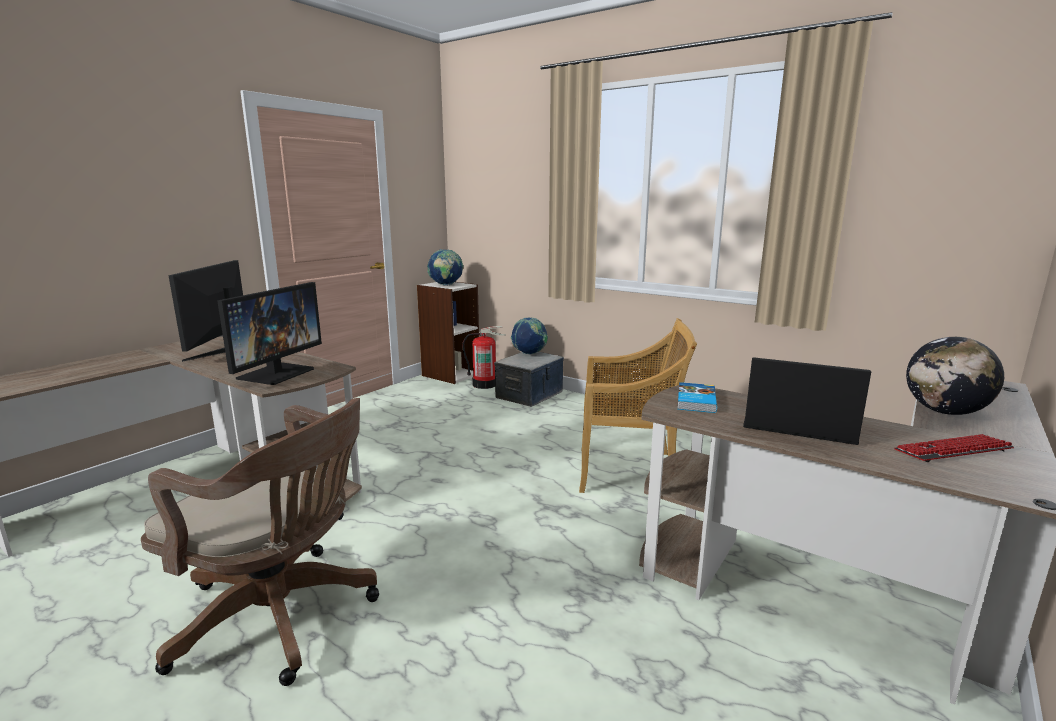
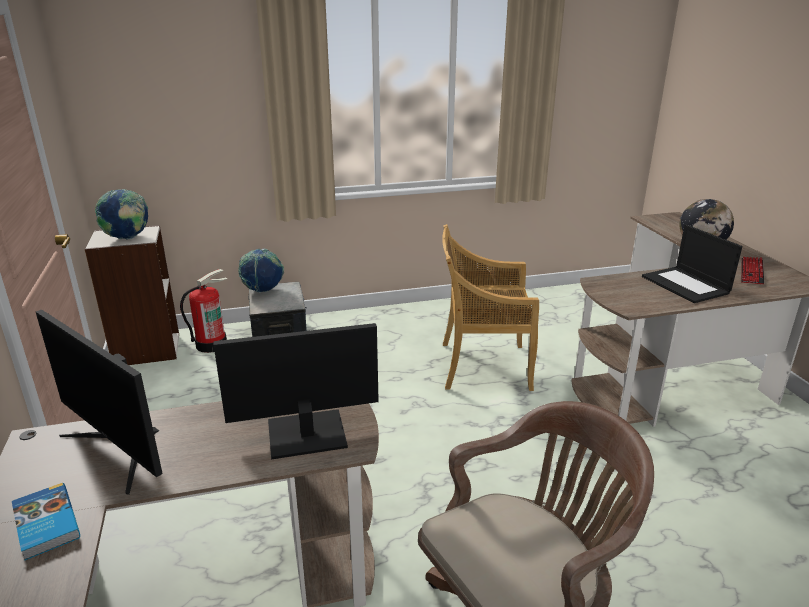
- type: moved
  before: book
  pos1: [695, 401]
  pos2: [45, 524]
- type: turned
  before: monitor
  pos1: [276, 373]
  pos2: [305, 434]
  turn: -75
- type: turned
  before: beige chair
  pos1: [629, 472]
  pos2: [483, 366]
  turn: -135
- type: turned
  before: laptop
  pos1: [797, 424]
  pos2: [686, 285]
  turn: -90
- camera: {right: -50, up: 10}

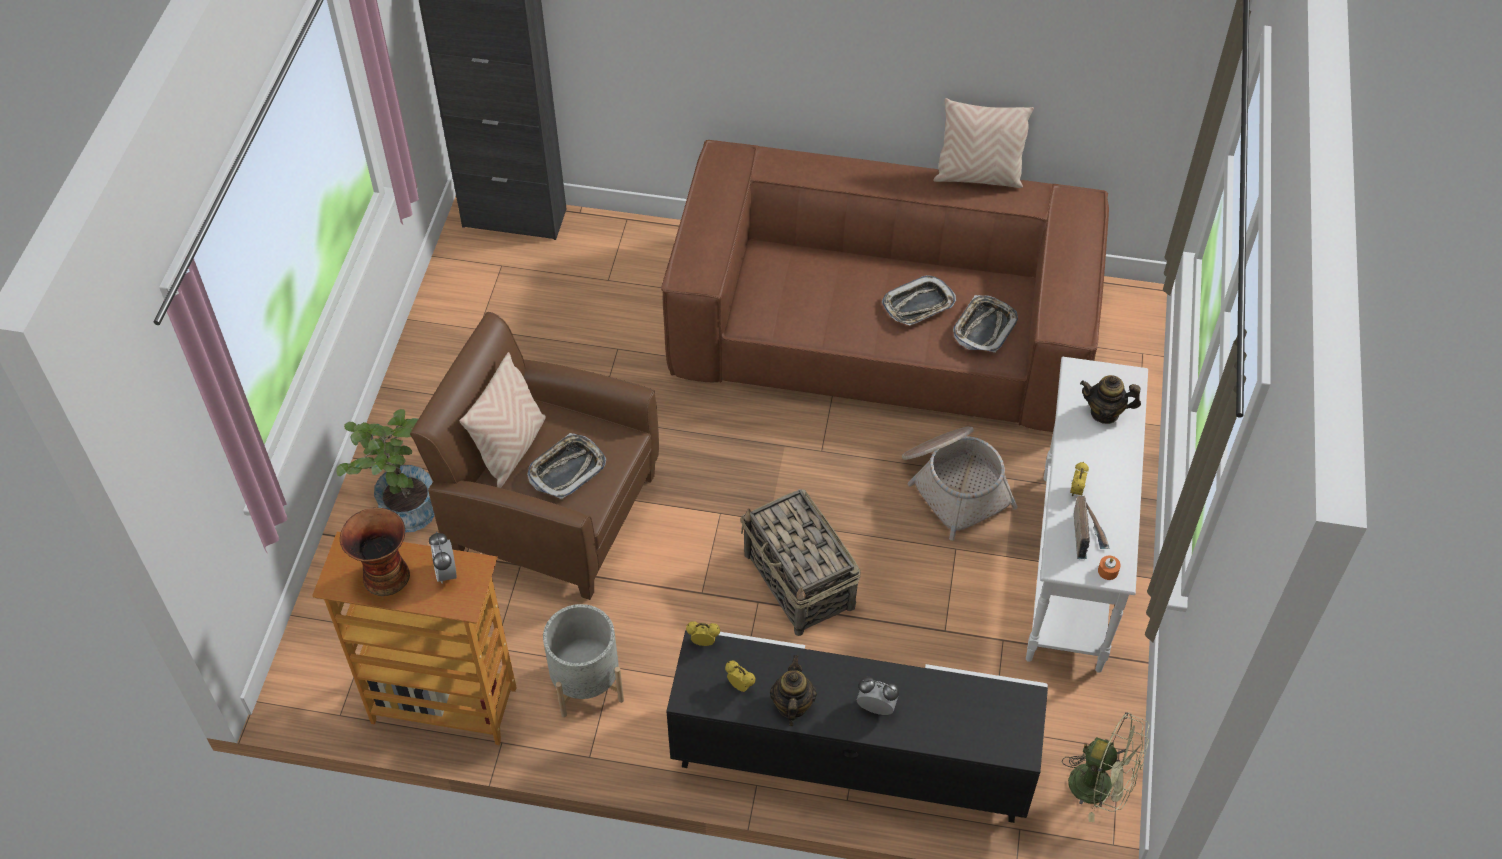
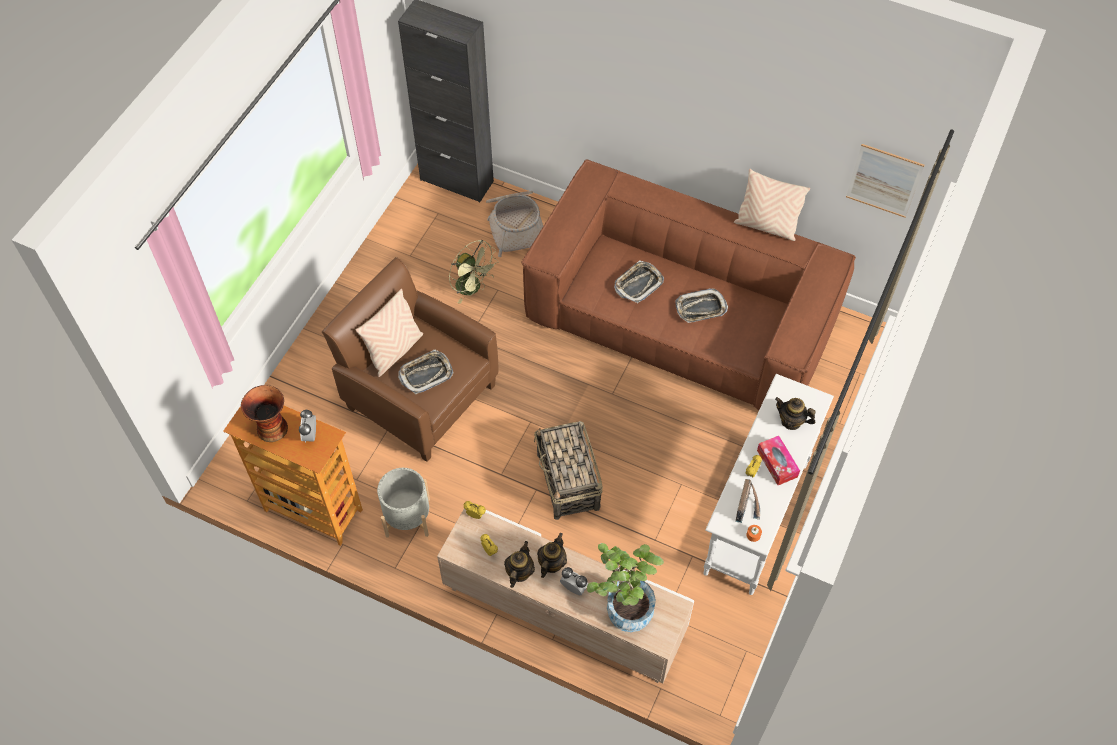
- type: added
  after: teapot
  pos2: [551, 563]
- type: added
  after: tissue box
  pos2: [777, 463]
- type: added
  after: picture
  pos2: [884, 181]
- type: moved
  before: potted plant
  pos1: [401, 507]
  pos2: [623, 607]
- type: moved
  before: basket
  pos1: [954, 485]
  pos2: [515, 226]
- type: moved
  before: tray
  pos1: [984, 327]
  pos2: [638, 284]
- type: moved
  before: green fan
  pos1: [1100, 787]
  pos2: [473, 288]
- type: recoloured
  before: black tv stand
  after: beige tv stand
  pos1: [852, 758]
  pos2: [564, 612]
- camera: {right: 15, up: 5}

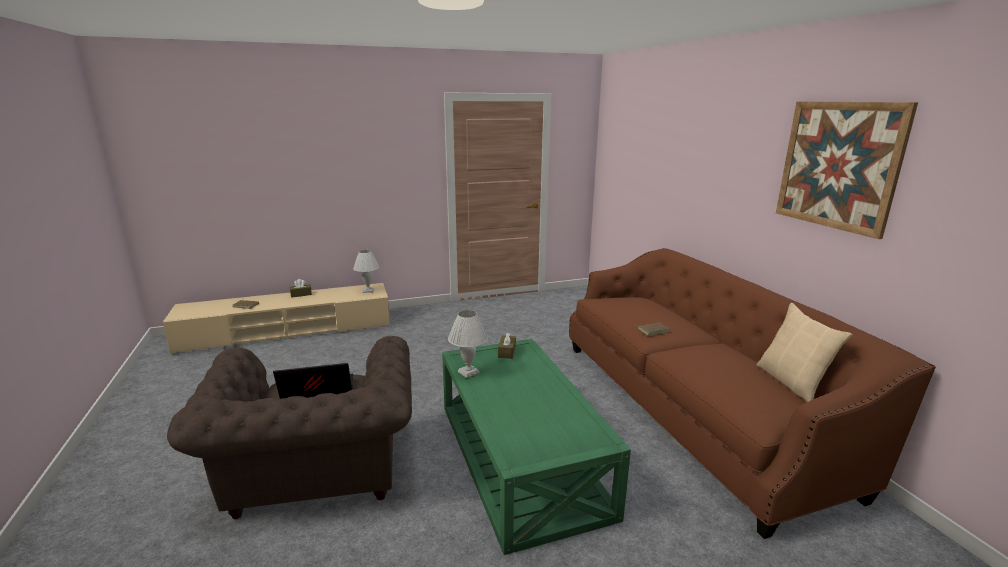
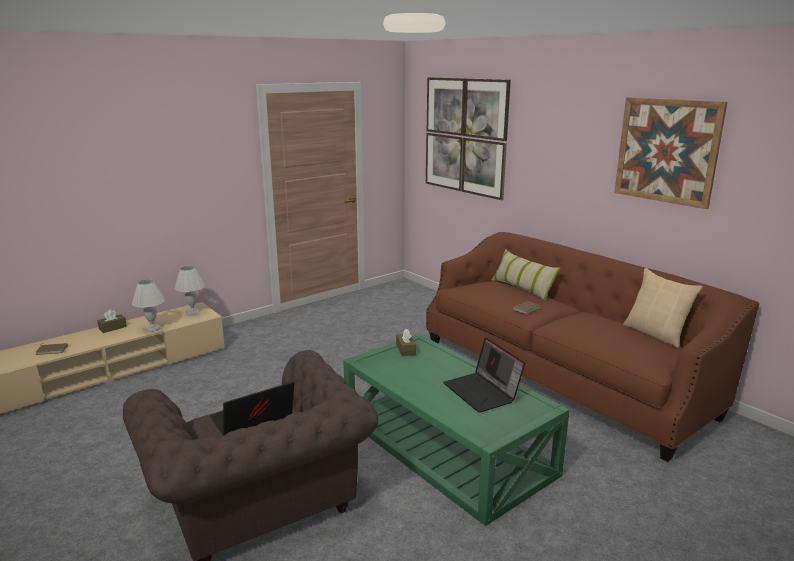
- type: added
  after: picture
  pos2: [465, 136]
- type: added
  after: laptop
  pos2: [483, 392]
- type: added
  after: pillow
  pos2: [522, 289]
- type: moved
  before: white table lamp
  pos1: [468, 372]
  pos2: [153, 329]
- camera: {right: -20, up: 0}

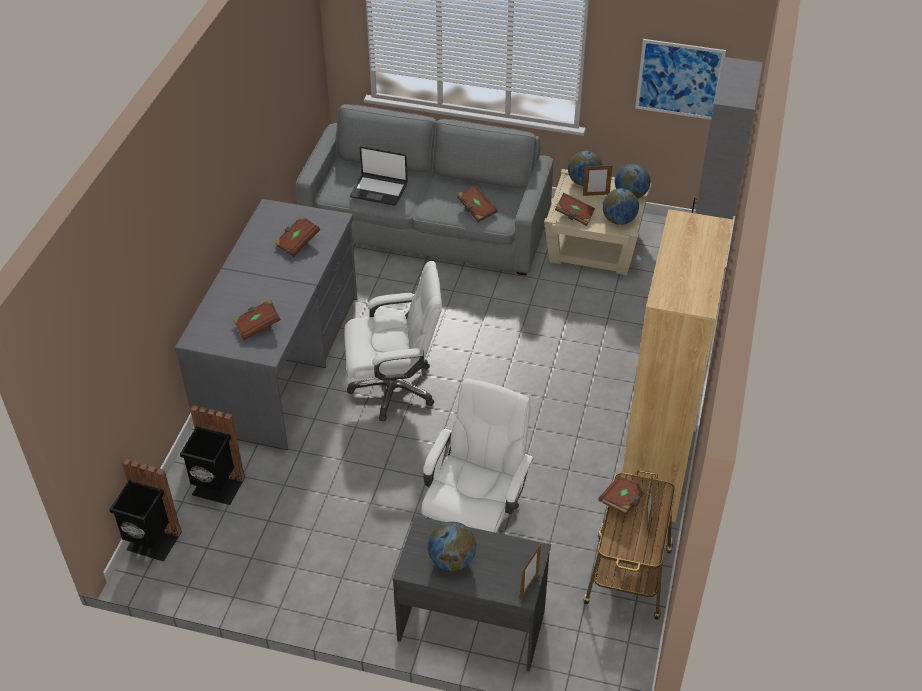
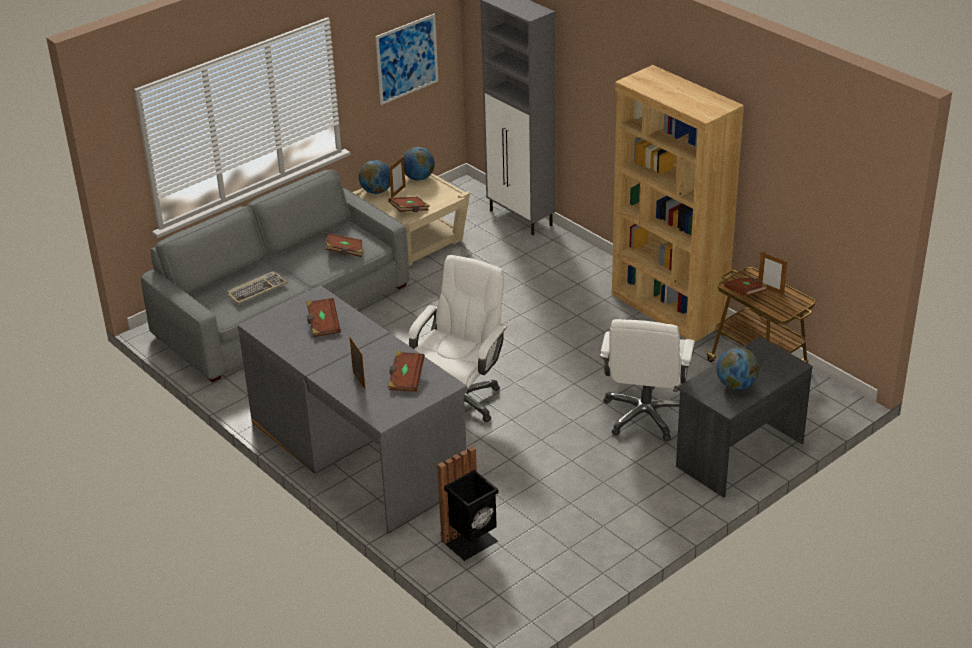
- type: removed
  before: black trash can
  pos1: [152, 543]
- type: removed
  before: globe
  pos1: [619, 220]
- type: moved
  before: picture frame
  pos1: [529, 585]
  pos2: [359, 381]
- type: replaced
  before: laptop
  after: keyboard
  pos1: [379, 190]
  pos2: [257, 289]
- type: turned
  before: white office chair
  pos1: [475, 525]
  pos2: [645, 415]
  turn: -135
- camera: {right: -55, up: -10}

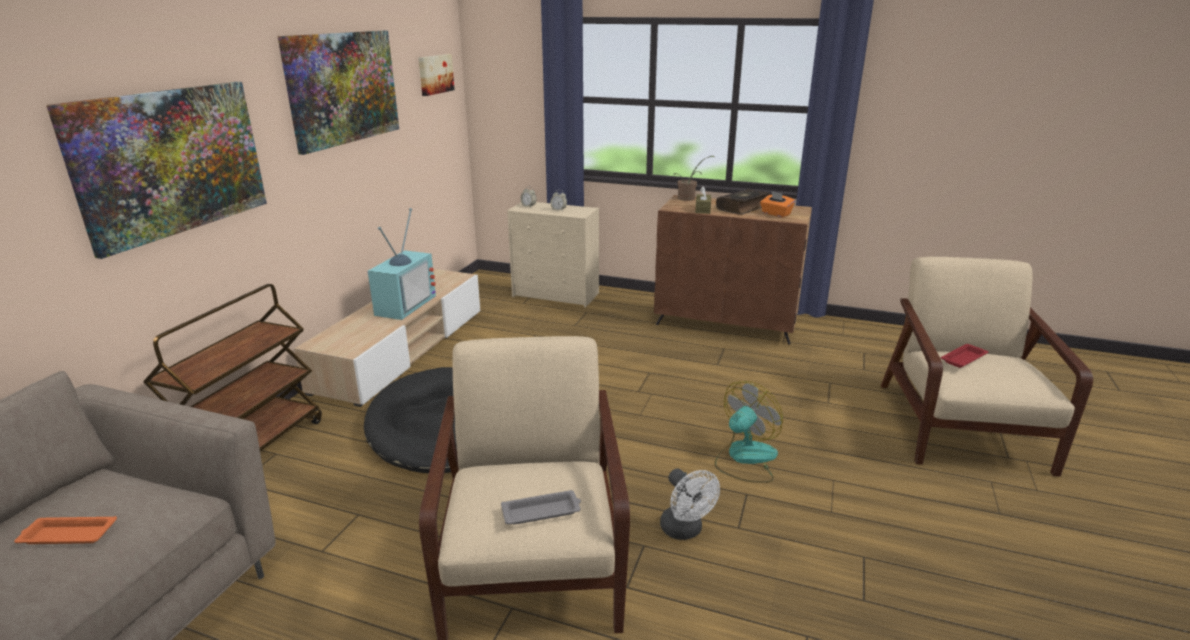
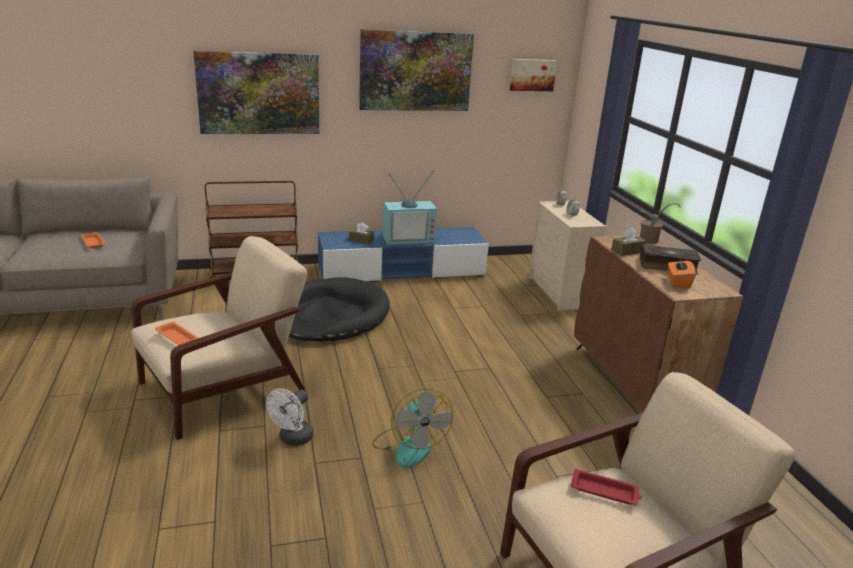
- type: added
  after: brown tissue box
  pos2: [361, 240]
- type: recoloured
  before: beige tv stand
  after: blue tv stand
  pos1: [402, 349]
  pos2: [401, 271]
- type: recoloured
  before: grey tray
  after: orange tray
  pos1: [542, 512]
  pos2: [177, 338]
- type: turned
  before: fan
  pos1: [745, 458]
  pos2: [409, 446]
  turn: 60
- camera: {right: 55, up: 0}

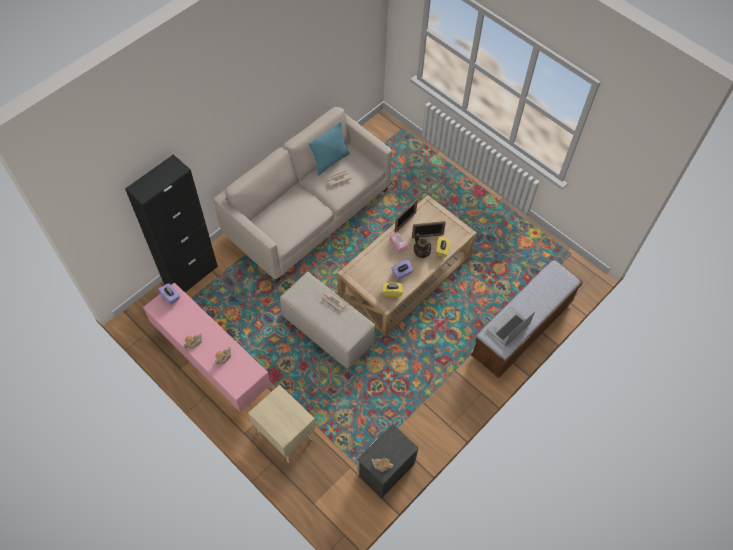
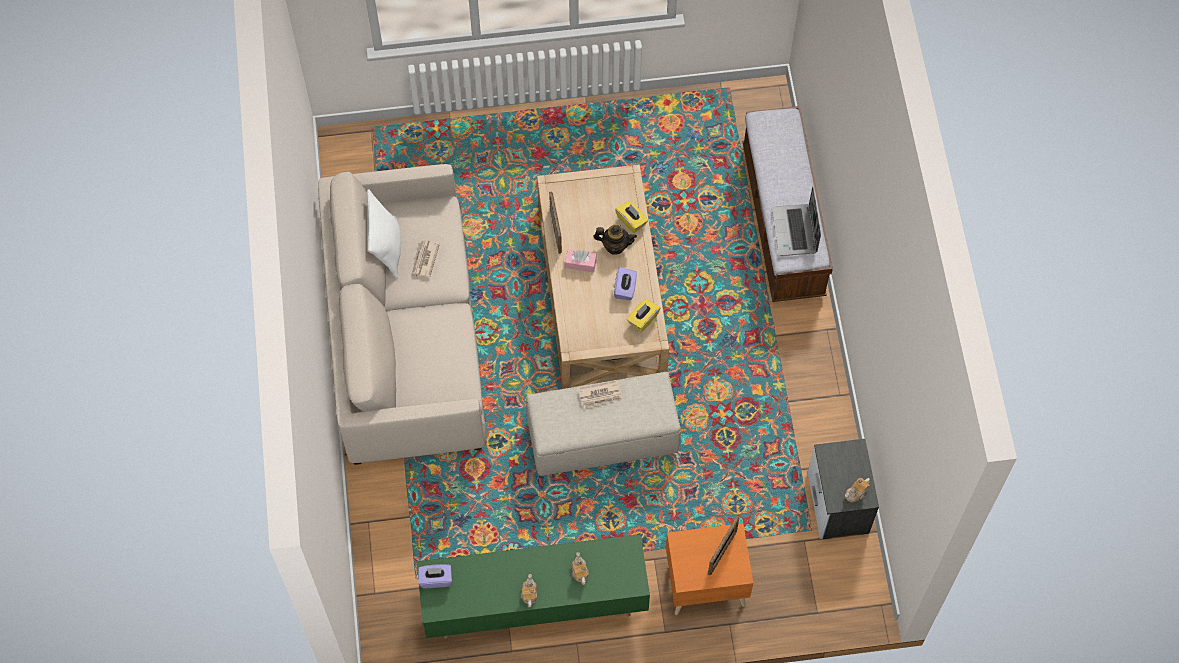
- type: removed
  before: black cabinet
  pos1: [191, 275]
- type: moved
  before: picture frame
  pos1: [427, 236]
  pos2: [722, 552]
- type: recoloured
  before: pink tv stand
  after: green tv stand
  pos1: [212, 361]
  pos2: [534, 605]
- type: recoloured
  before: beige nightstand
  after: orange nightstand
  pos1: [285, 434]
  pos2: [704, 584]
- type: recoloured
  before: turquoise pillow
  after: white pillow
  pos1: [330, 161]
  pos2: [387, 248]
- camera: {right: -50, up: 5}

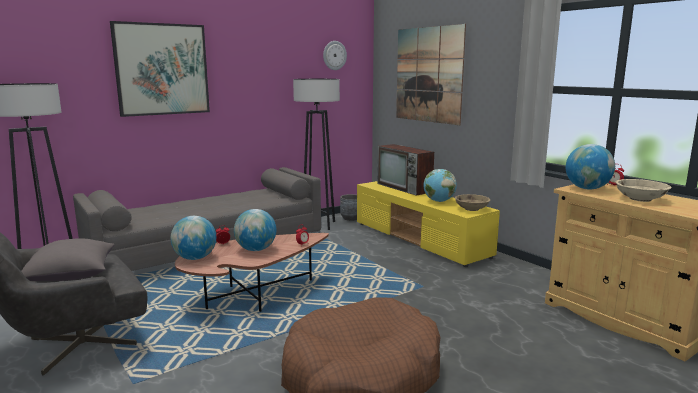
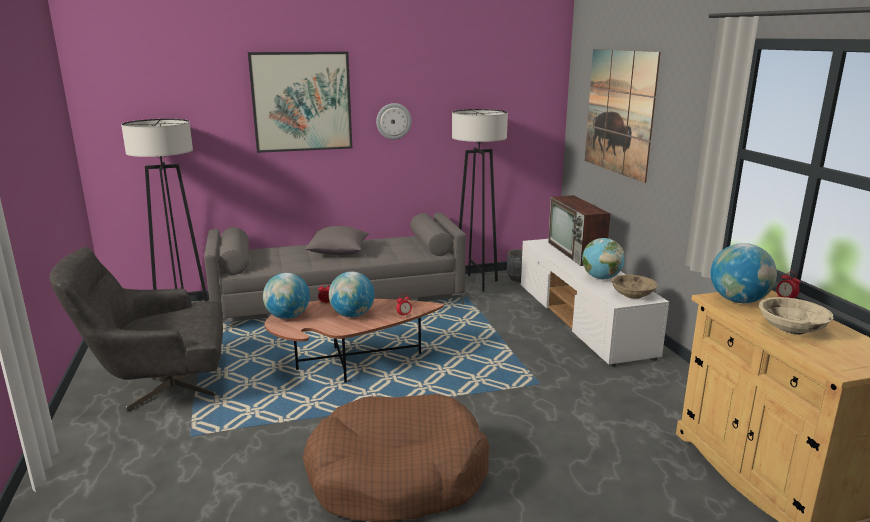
- type: moved
  before: grey pillow
  pos1: [70, 275]
  pos2: [338, 252]
- type: moved
  before: wall clock
  pos1: [334, 55]
  pos2: [393, 121]
- type: recoloured
  before: yellow tv stand
  after: white tv stand
  pos1: [420, 240]
  pos2: [583, 320]
- camera: {right: 20, up: 5}

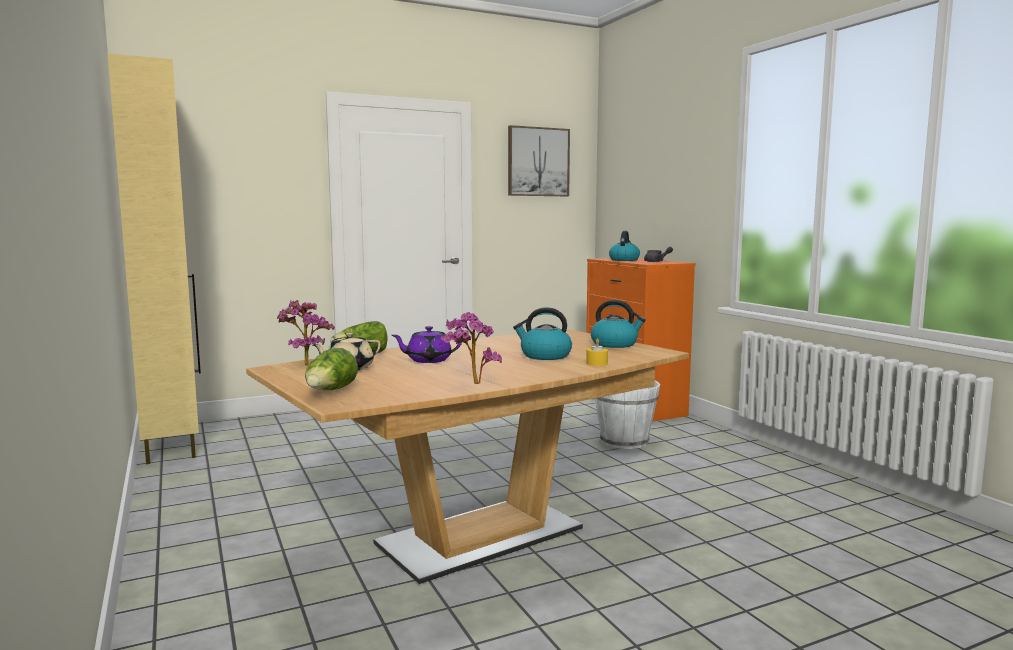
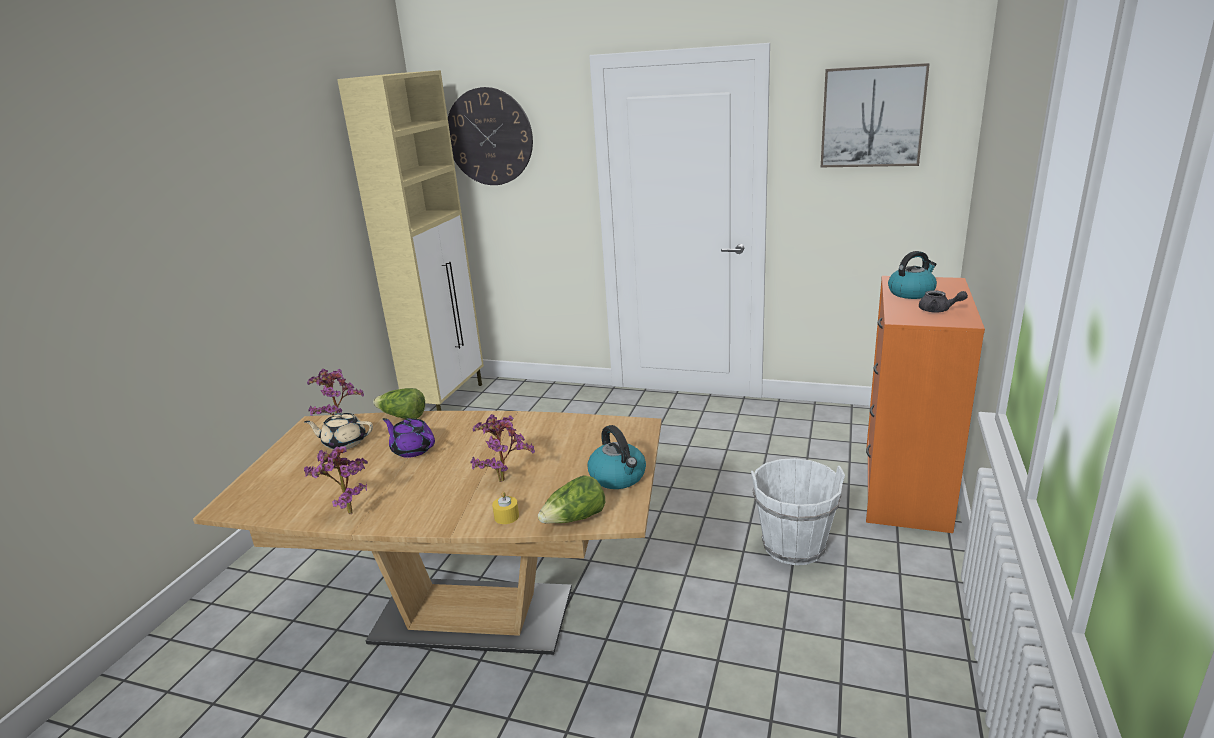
- type: added
  after: wall clock
  pos2: [489, 137]
- type: moved
  before: lettuce
  pos1: [330, 391]
  pos2: [575, 519]
- type: replaced
  before: kettle
  after: potted plant
  pos1: [544, 356]
  pos2: [504, 478]
- camera: {right: 45, up: 15}

